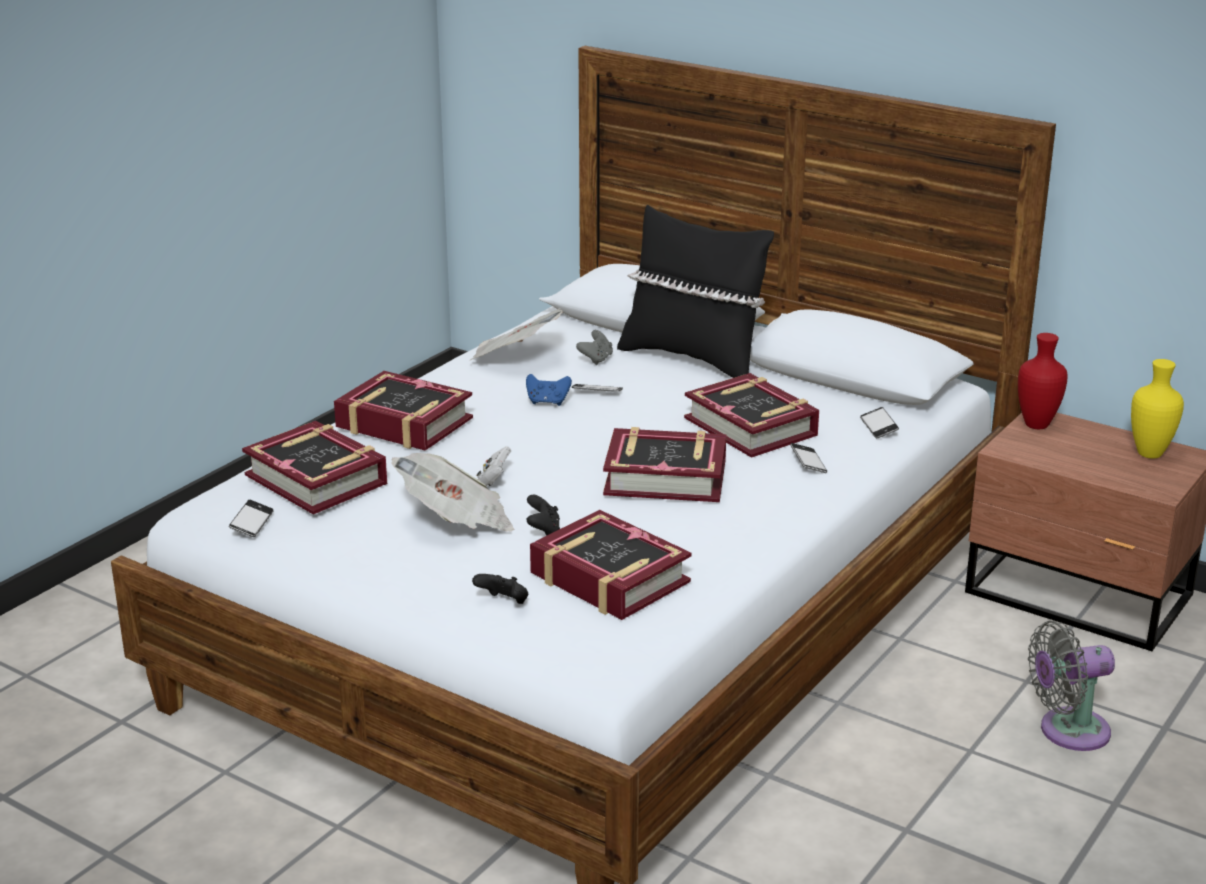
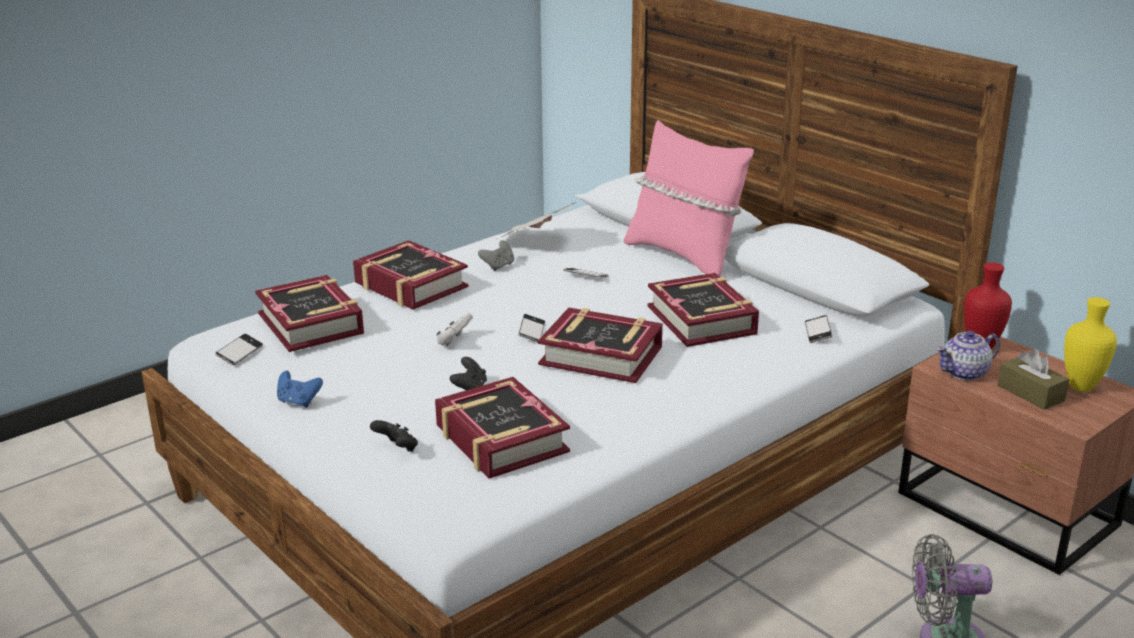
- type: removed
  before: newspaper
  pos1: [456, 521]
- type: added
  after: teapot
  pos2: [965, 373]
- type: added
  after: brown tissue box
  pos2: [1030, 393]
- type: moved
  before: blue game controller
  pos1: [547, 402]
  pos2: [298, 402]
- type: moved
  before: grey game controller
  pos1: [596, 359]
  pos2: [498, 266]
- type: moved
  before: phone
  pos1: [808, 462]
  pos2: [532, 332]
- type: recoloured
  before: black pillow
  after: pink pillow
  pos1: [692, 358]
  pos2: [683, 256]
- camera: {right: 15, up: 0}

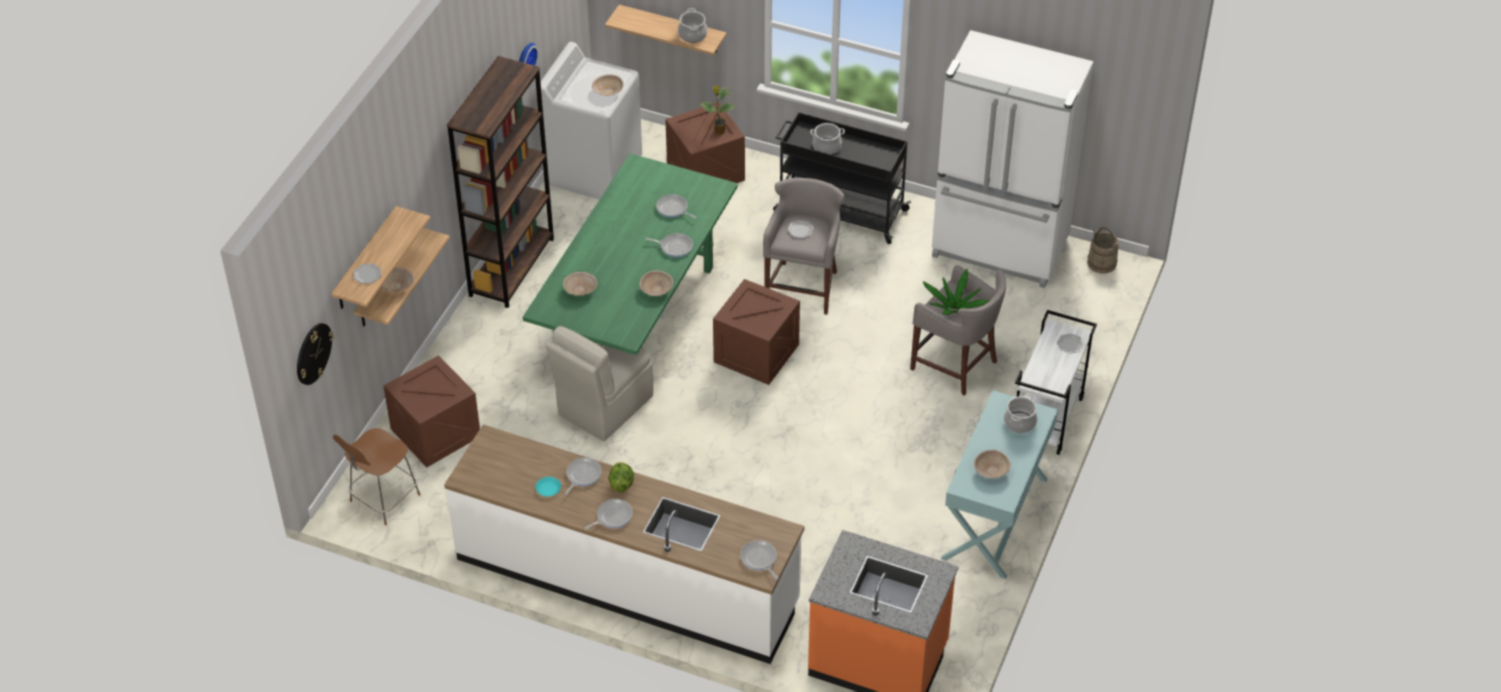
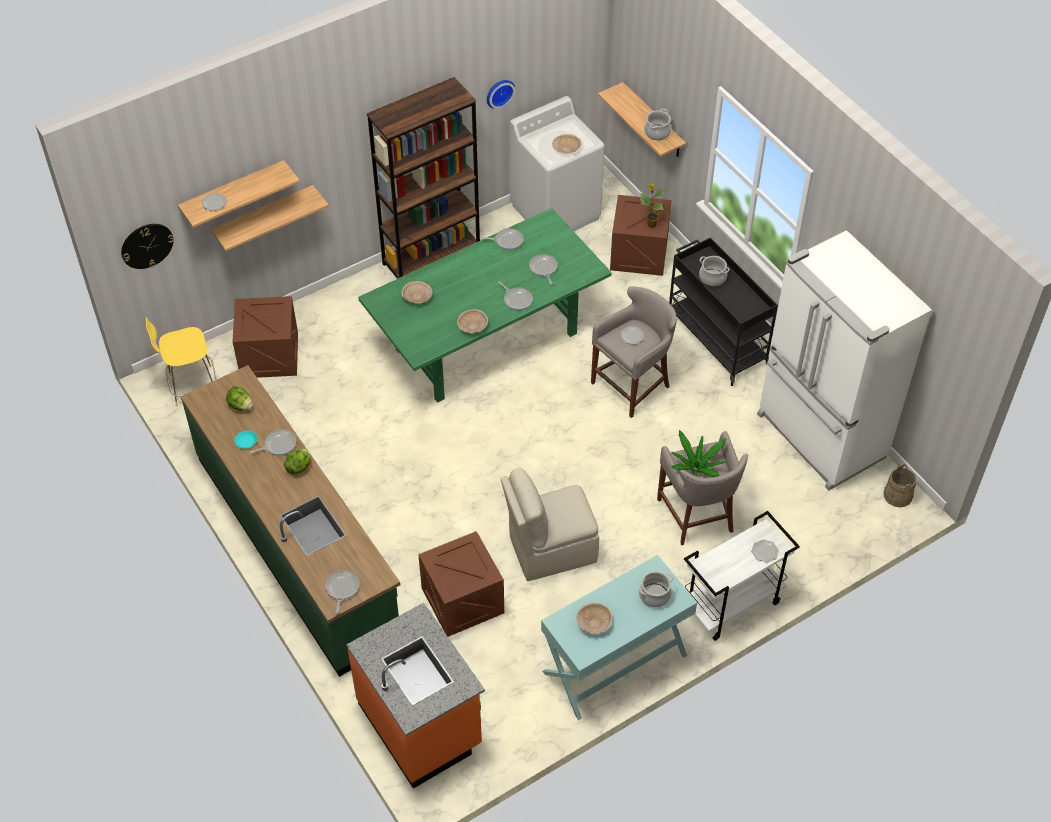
- type: removed
  before: beige bowl
  pos1: [397, 286]
- type: added
  after: lettuce
  pos2: [240, 406]
- type: moved
  before: beige chair
  pos1: [603, 406]
  pos2: [550, 549]
- type: moved
  before: frying pan
  pos1: [612, 516]
  pos2: [507, 241]
- type: moved
  before: crate
  pos1: [756, 353]
  pos2: [462, 600]
- type: recoloured
  before: brown stool
  after: yellow stool
  pos1: [383, 499]
  pos2: [191, 386]
- type: recoloured
  before: white counter
  after: green counter
  pos1: [627, 580]
  pos2: [298, 546]
- camera: {right: 35, up: 5}

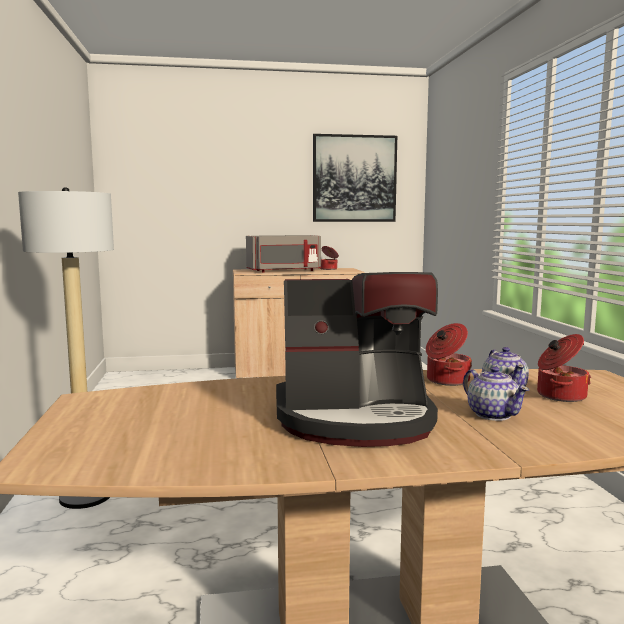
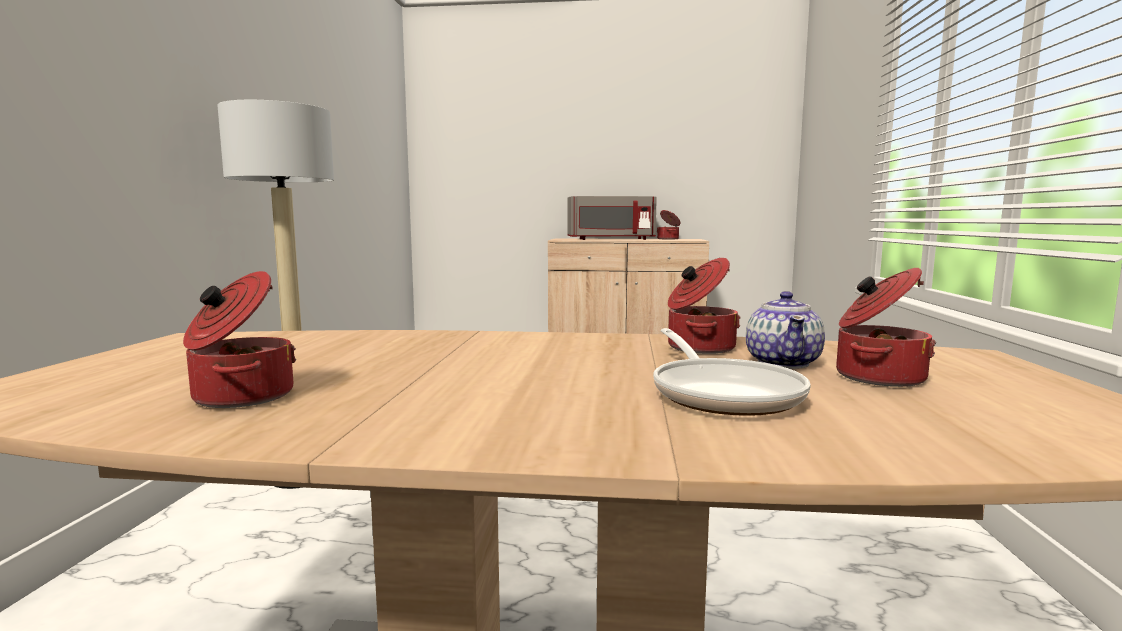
- type: removed
  before: coffee machine
  pos1: [355, 419]
- type: removed
  before: picture
  pos1: [354, 178]
- type: added
  after: cooking pot
  pos2: [240, 396]
- type: replaced
  before: teapot
  after: frying pan
  pos1: [493, 414]
  pos2: [722, 393]
- camera: {right: 15, up: 0}

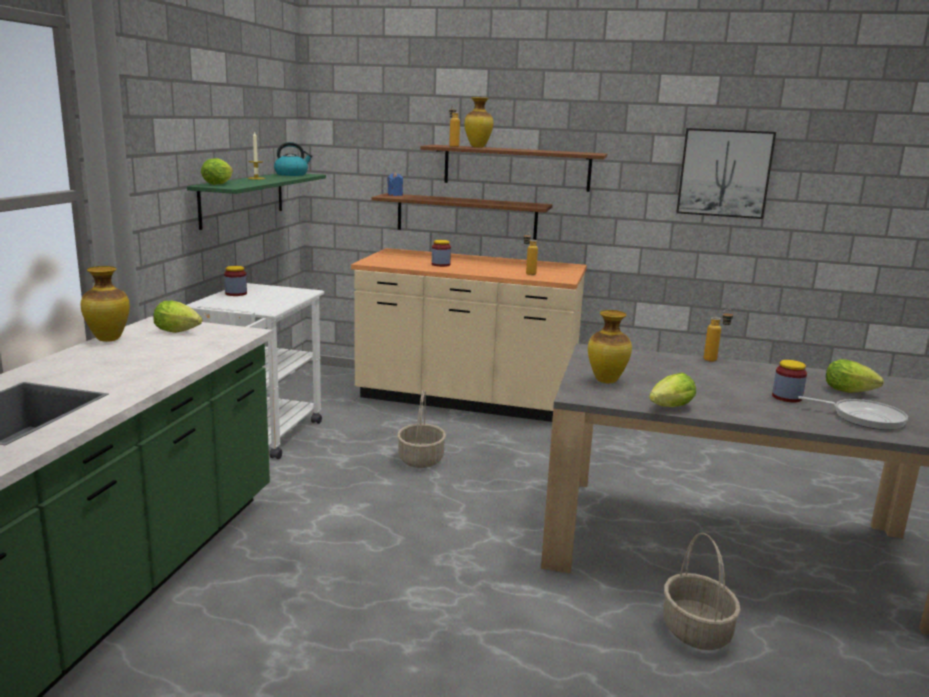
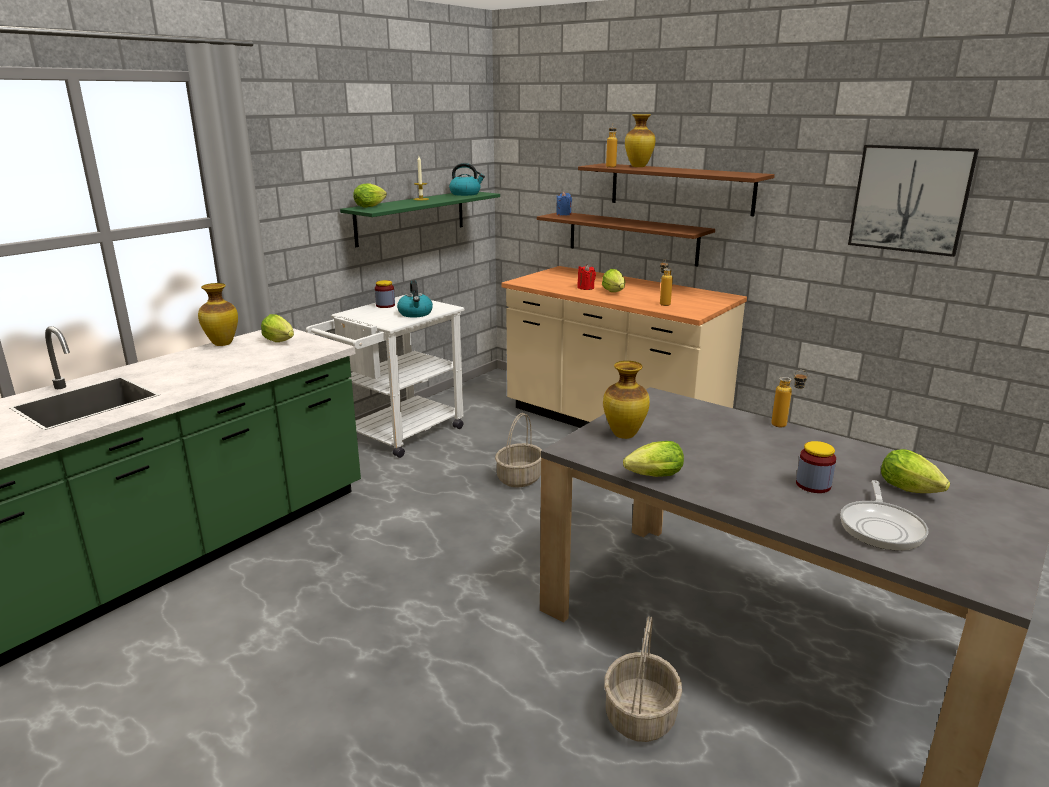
- type: added
  after: kettle
  pos2: [415, 314]
- type: added
  after: lettuce
  pos2: [615, 292]
- type: replaced
  before: jar
  after: red candle
  pos1: [440, 264]
  pos2: [586, 288]
- type: turned
  before: frying pan
  pos1: [863, 418]
  pos2: [881, 527]
  turn: 60
- camera: {right: 25, up: 5}

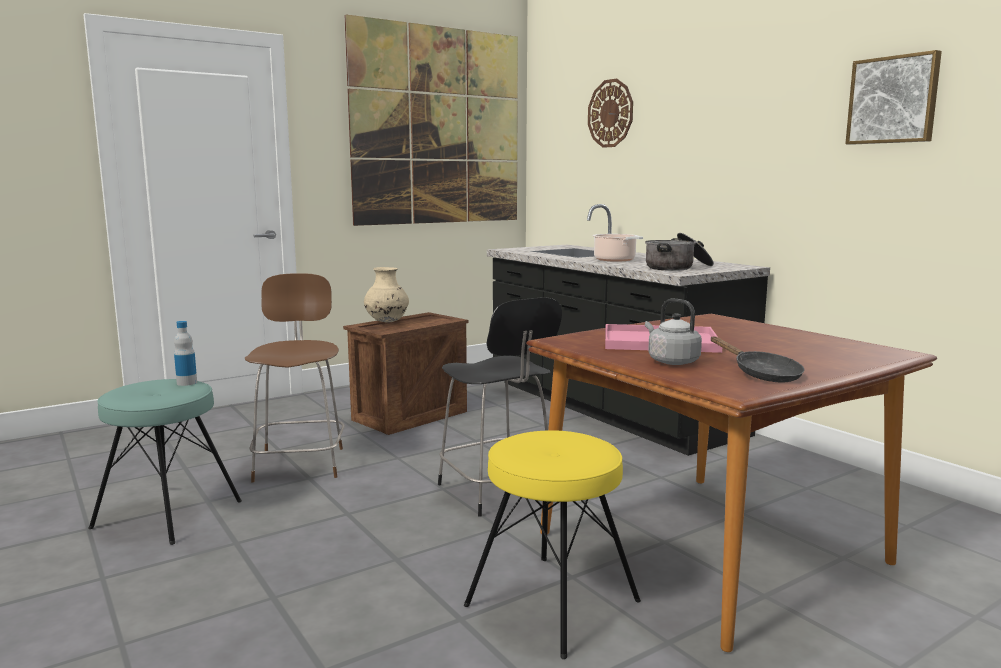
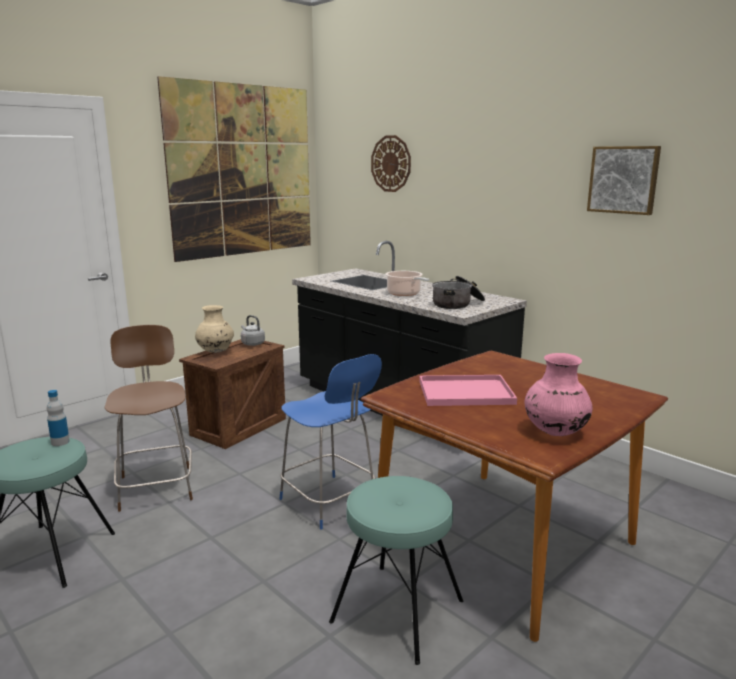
- type: moved
  before: grey kettle
  pos1: [671, 361]
  pos2: [252, 343]
- type: replaced
  before: black frying pan
  after: pink vase
  pos1: [761, 374]
  pos2: [555, 432]
- type: recoloured
  before: black chair
  after: blue chair
  pos1: [497, 492]
  pos2: [330, 502]
- type: recoloured
  before: yellow stool
  after: turquoise stool
  pos1: [552, 603]
  pos2: [397, 611]
- camera: {right: -10, up: 5}

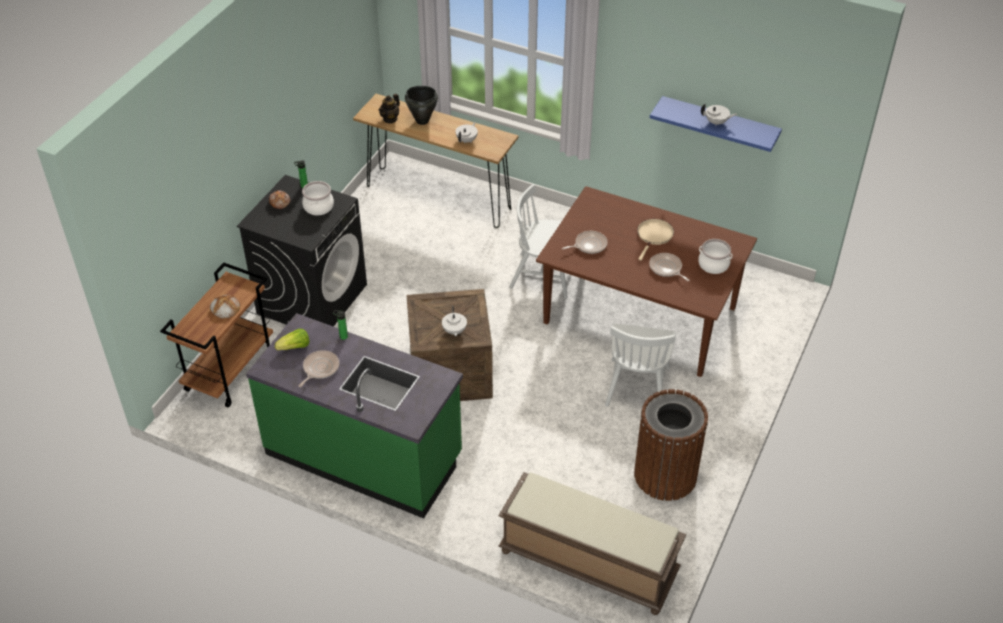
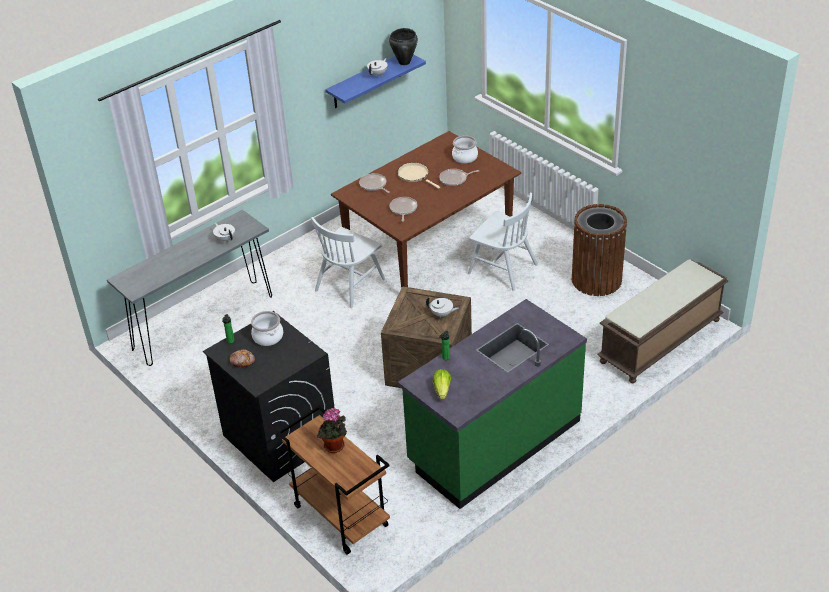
- type: removed
  before: teapot
  pos1: [390, 119]
- type: moved
  before: frying pan
  pos1: [320, 368]
  pos2: [374, 185]
- type: moved
  before: black cooking pot
  pos1: [422, 120]
  pos2: [404, 62]
- type: replaced
  before: bread
  after: potted plant
  pos1: [225, 308]
  pos2: [334, 447]
- type: recoloured
  before: brown console table
  after: grey console table
  pos1: [438, 197]
  pos2: [203, 322]
- camera: {right: -65, up: -5}

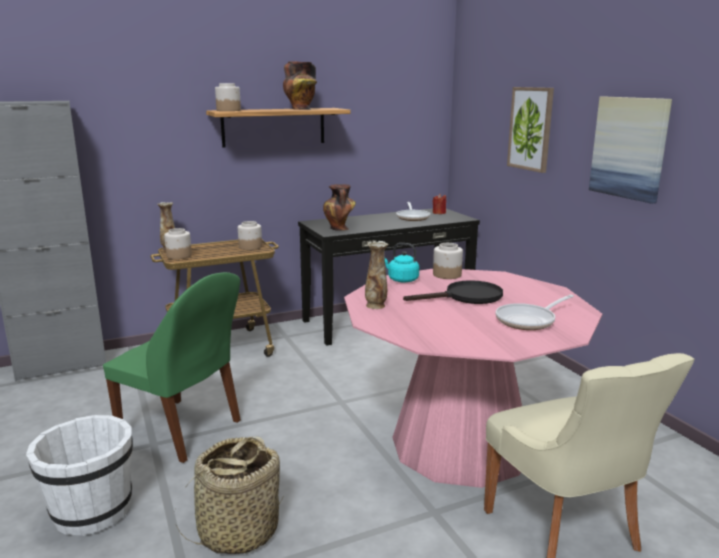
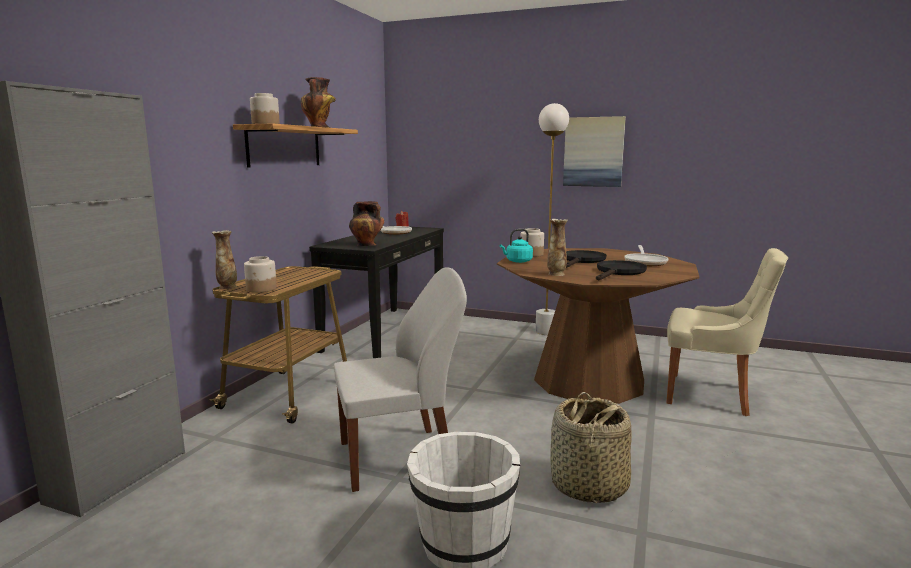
- type: removed
  before: jar
  pos1: [250, 247]
- type: removed
  before: picture
  pos1: [531, 129]
- type: added
  after: white floor lamp
  pos2: [545, 332]
- type: added
  after: black frying pan
  pos2: [619, 272]
- type: recoloured
  before: green chair
  after: white chair
  pos1: [182, 430]
  pos2: [399, 458]
- type: recoloured
  before: pink dining table
  after: brown dining table
  pos1: [460, 444]
  pos2: [589, 380]
- camera: {right: -45, up: -5}

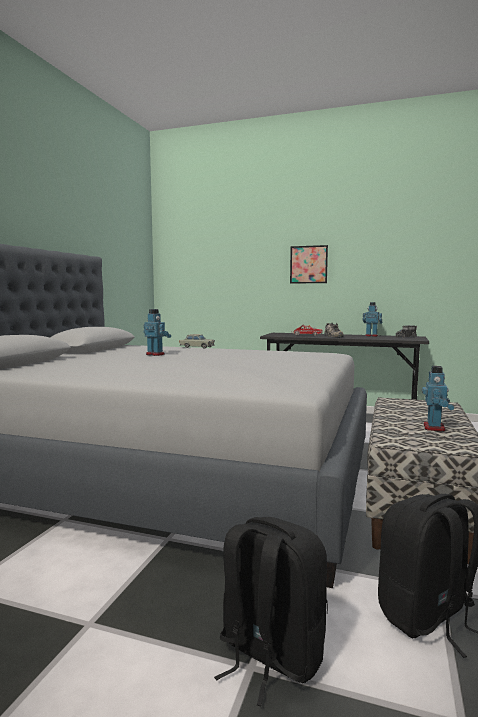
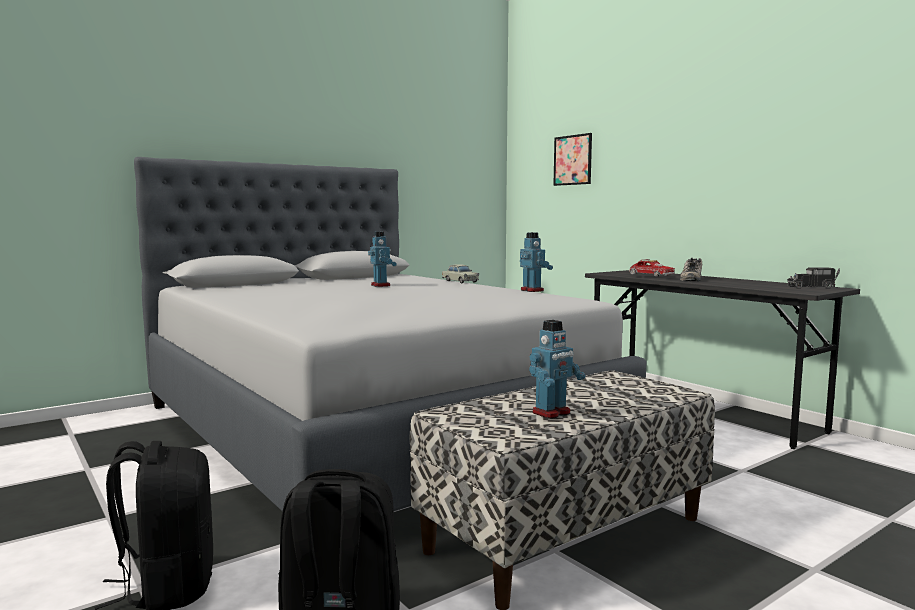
- type: moved
  before: picture
  pos1: [308, 264]
  pos2: [572, 160]
- type: moved
  before: toy robot
  pos1: [371, 336]
  pos2: [532, 290]
- camera: {right: 35, up: 0}

